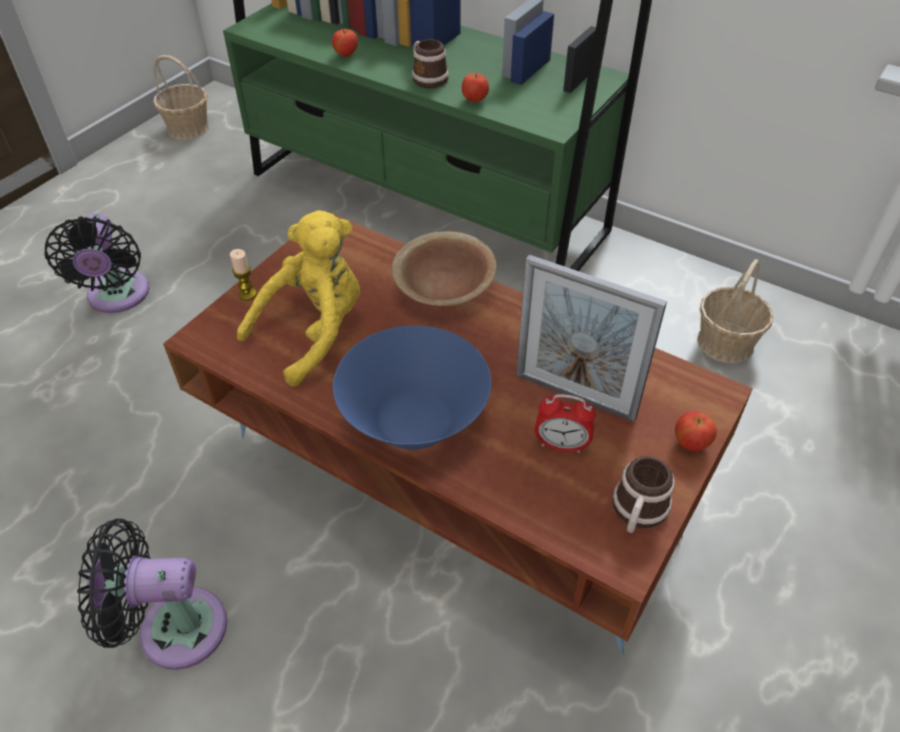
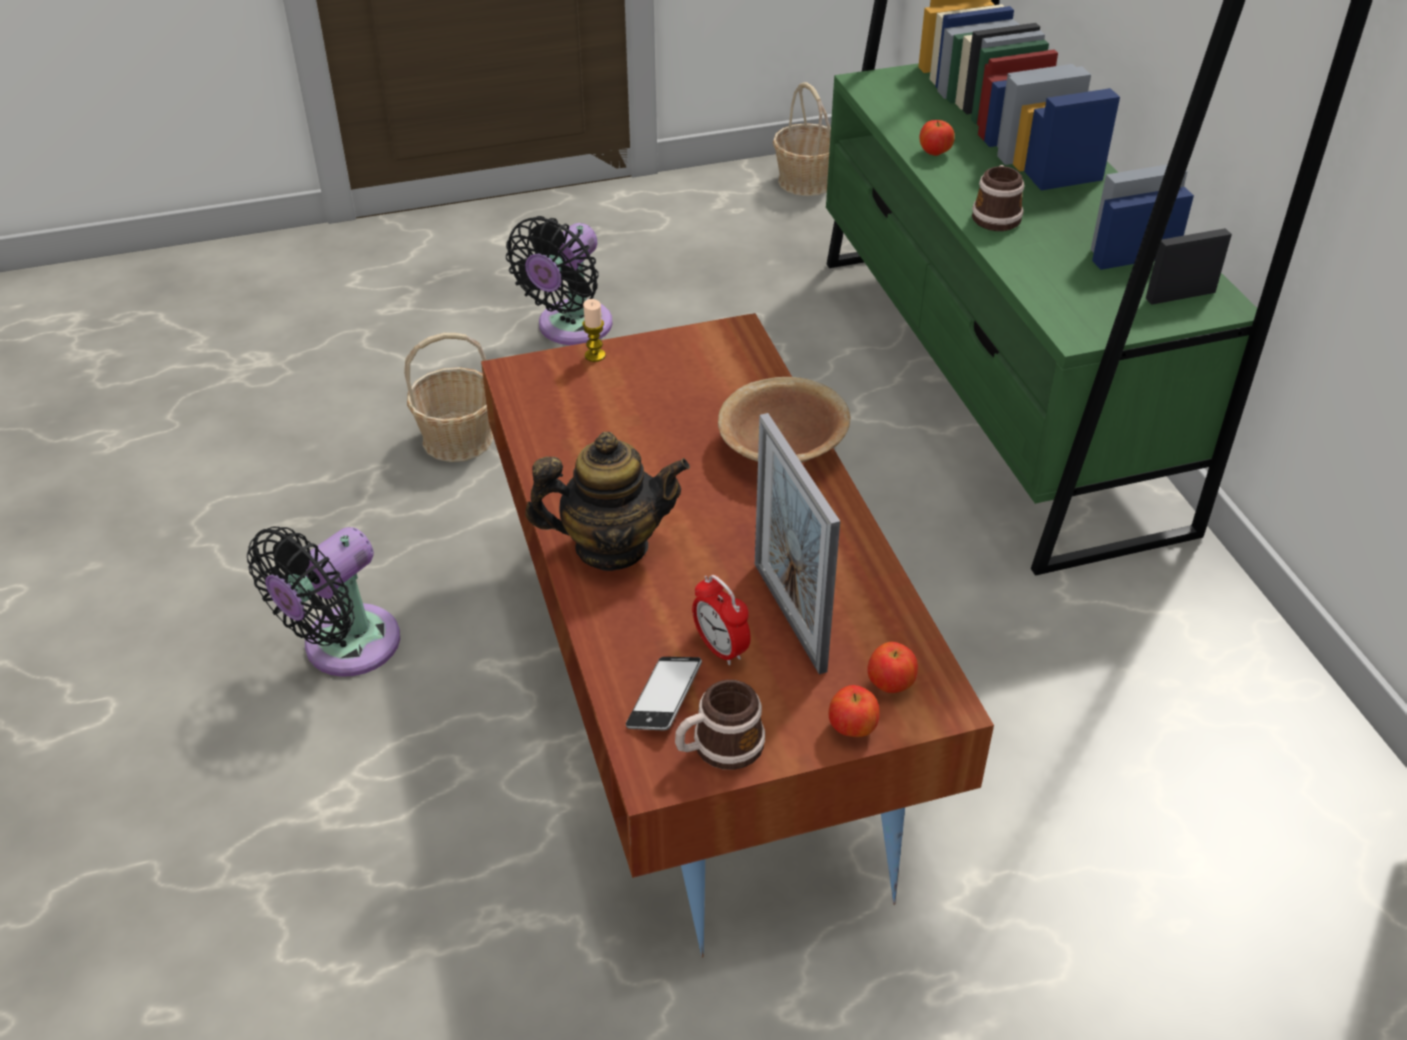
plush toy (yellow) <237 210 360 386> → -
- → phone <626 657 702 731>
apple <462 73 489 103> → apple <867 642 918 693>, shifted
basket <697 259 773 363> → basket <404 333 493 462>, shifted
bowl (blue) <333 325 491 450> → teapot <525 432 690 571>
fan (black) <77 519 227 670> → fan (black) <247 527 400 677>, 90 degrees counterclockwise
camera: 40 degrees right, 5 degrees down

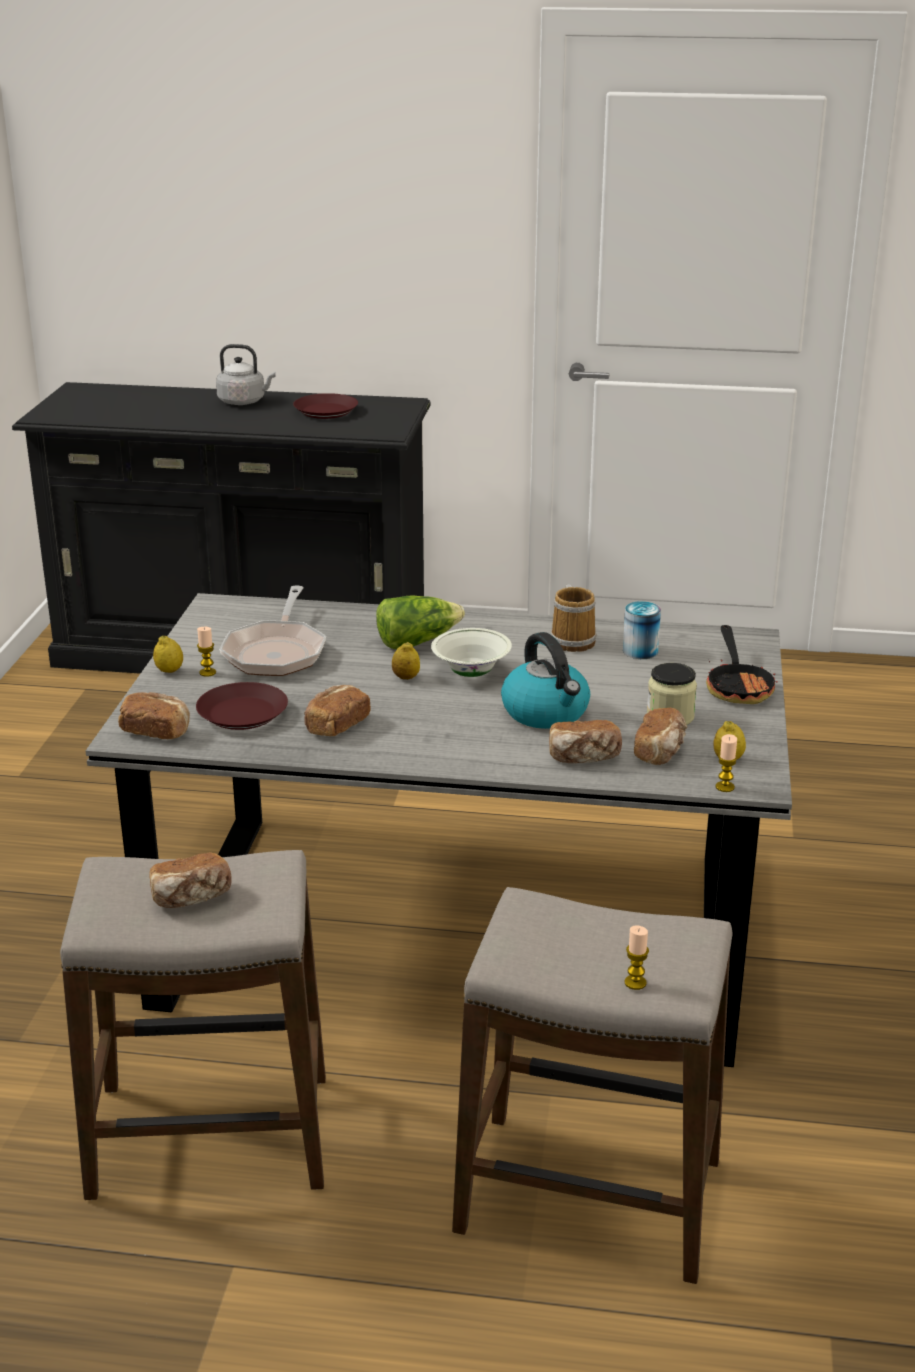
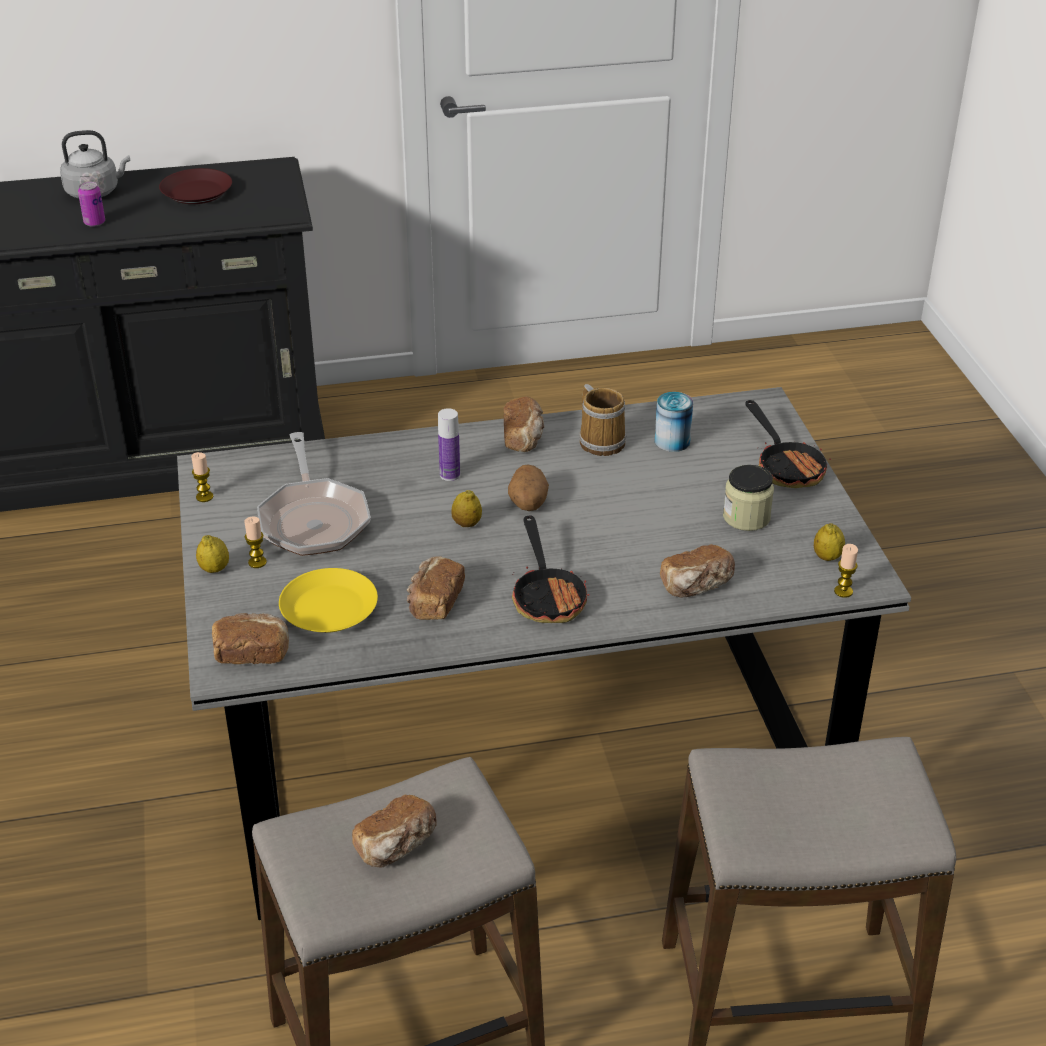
kettle <501 632 590 729> → -
- → can <78 182 105 227>
- → frying pan <512 515 589 623>
candle <624 925 649 990> → candle <191 452 213 502>, shifted
bread <634 708 687 765> → bread <503 397 544 452>, shifted
lettuce <376 595 465 649> → bottle <438 408 460 481>
bowl (white) <431 628 512 677> → potato <508 465 549 511>
plate (brown) <196 682 288 730> → plate (yellow) <279 568 378 633>
camera: 20 degrees left, 10 degrees up

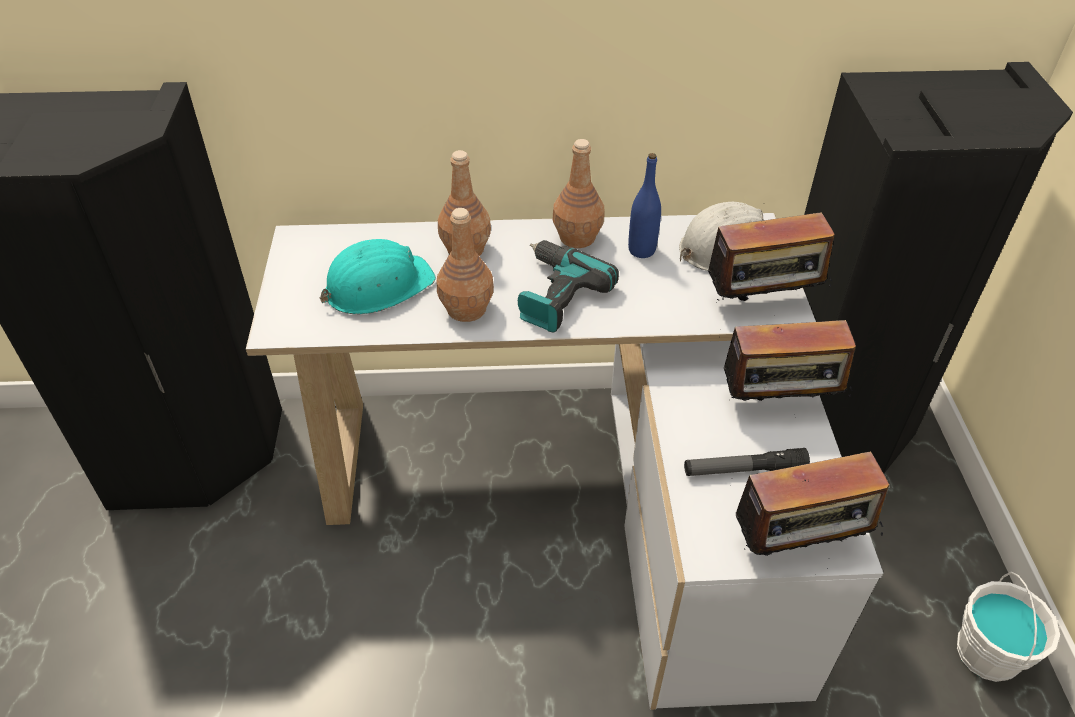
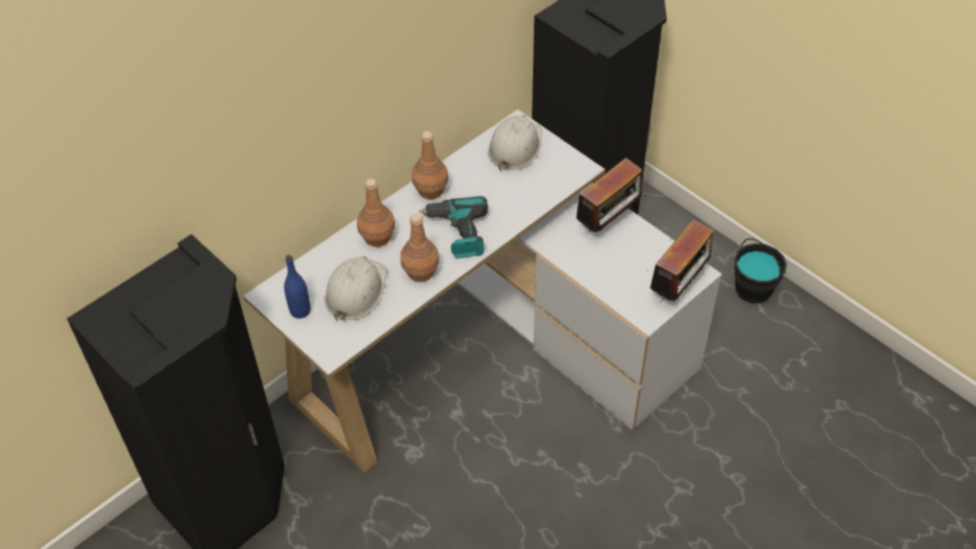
flashlight <684 448 810 476> → -
radio <704 212 835 310> → -
bottle (blue) <628 153 661 258> → bottle (blue) <284 255 310 318>, shifted
hard hat (turquoise) <319 239 436 314> → hard hat (white) <324 256 387 322>
bucket (white) <957 572 1060 682> → bucket (black) <734 238 787 304>
camera: 40 degrees left, 5 degrees up

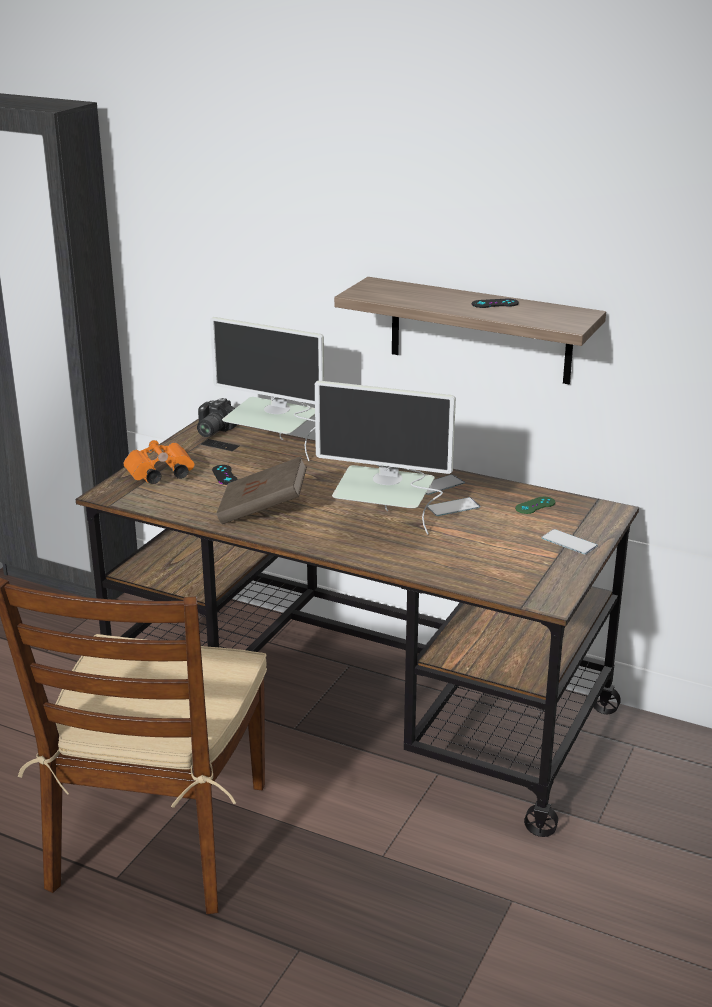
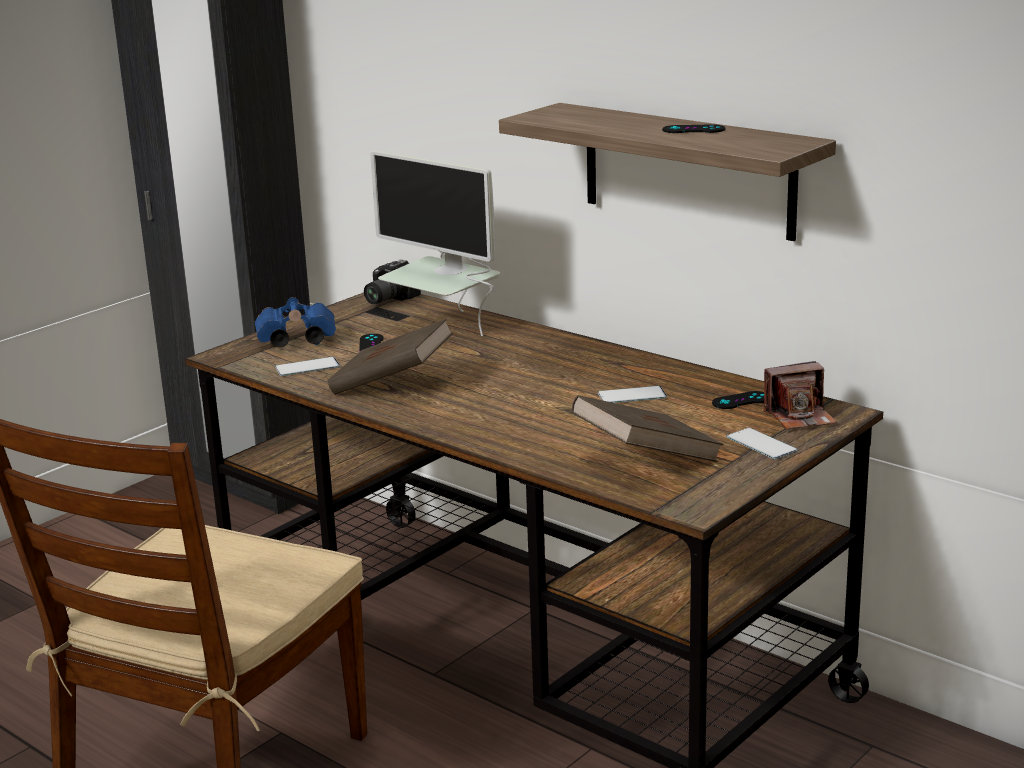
monitor <315 381 456 535> → -
- → book (brown) <572 395 723 462>
- → photo camera <764 361 837 429>
phone <426 475 465 495> → phone <275 357 340 376>, shifted
binoculars (orange) <123 440 194 484> → binoculars (blue) <255 297 336 347>
game controller (green) <515 497 555 514> → game controller (black) <712 391 764 409>
camera: 15 degrees right, 5 degrees down

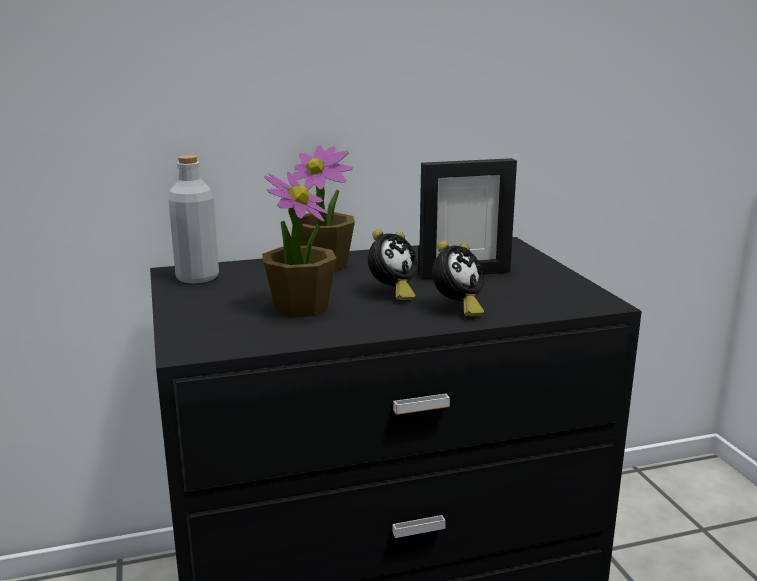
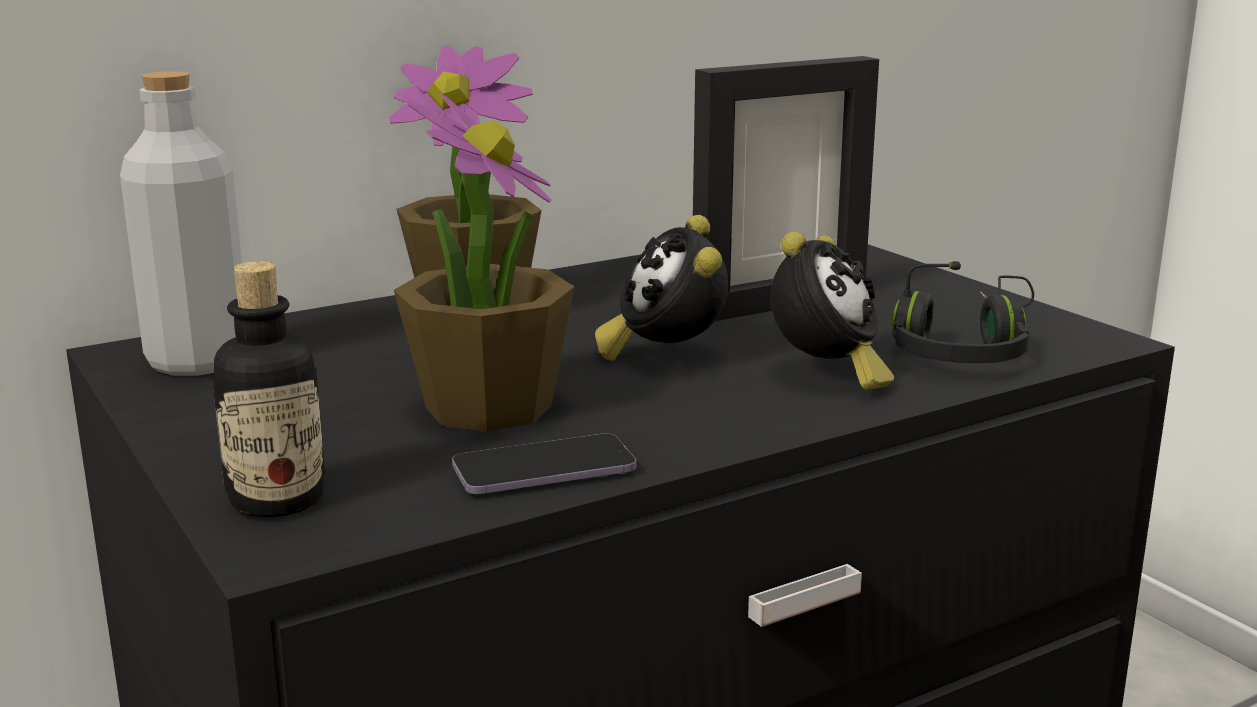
- → bottle <212 261 325 517>
- → phone <452 434 636 494>
- → headphones (black) <892 261 1034 363>
alarm clock <368 229 418 300> → alarm clock <595 215 728 361>, 135 degrees clockwise
camera: 15 degrees left, 0 degrees up

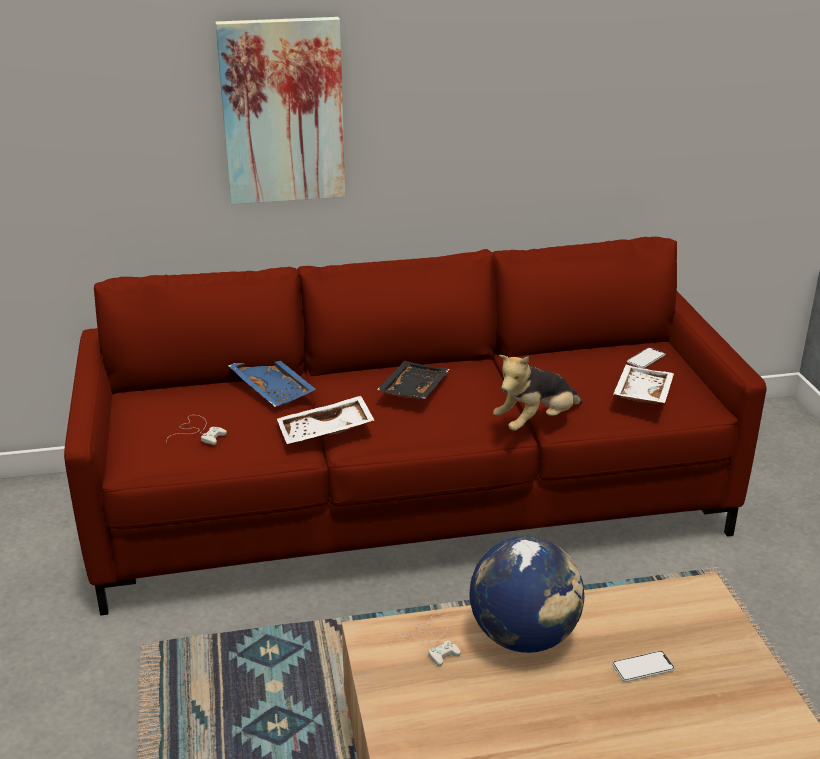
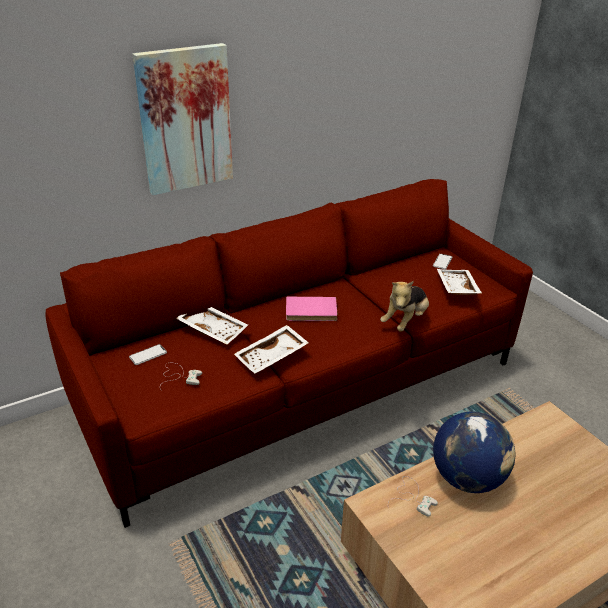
phone <612 651 675 682> → phone <129 344 167 365>, shifted
tray (black) <377 361 450 399> → book (pink) <286 297 337 321>
tray (blue) <228 361 316 407> → tray (white) <176 307 248 345>
camera: 20 degrees left, 5 degrees up

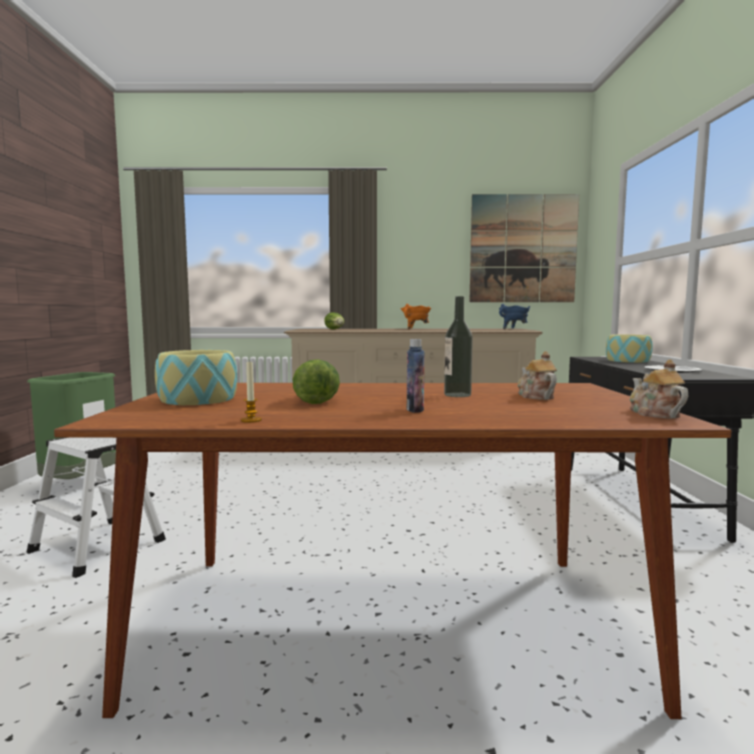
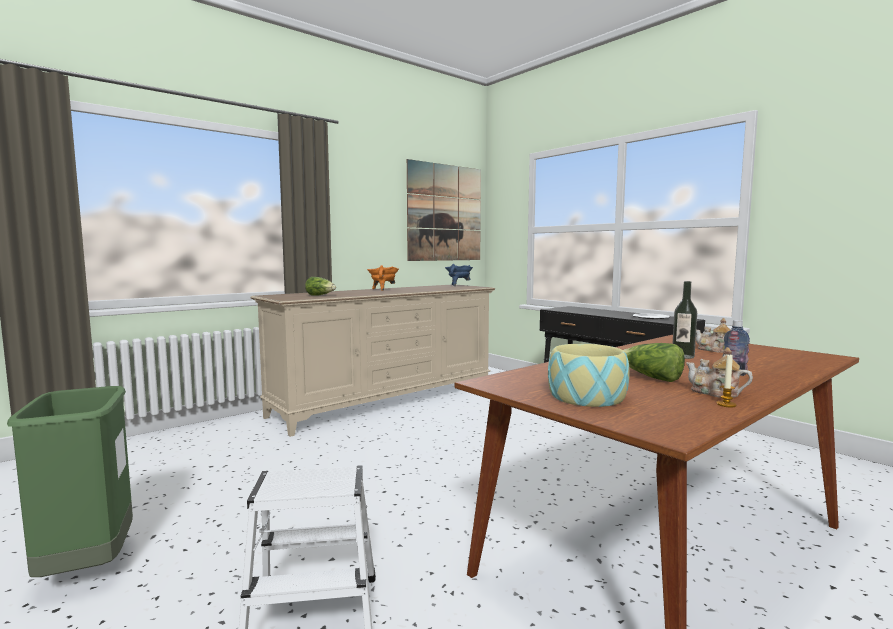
bowl <606 334 653 363> → -
teapot <630 360 688 418> → teapot <686 347 753 398>, shifted
camera: 40 degrees left, 0 degrees up

